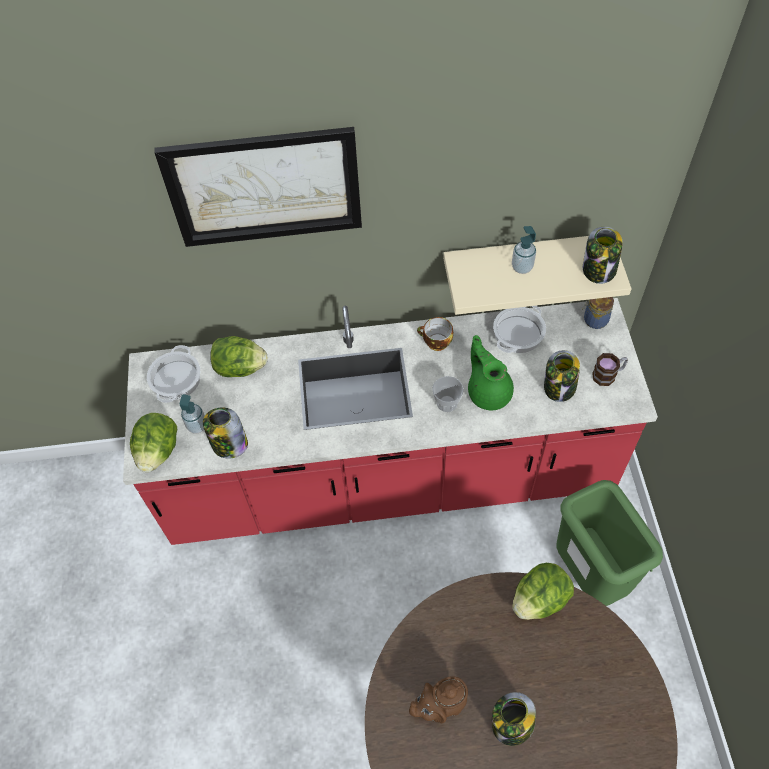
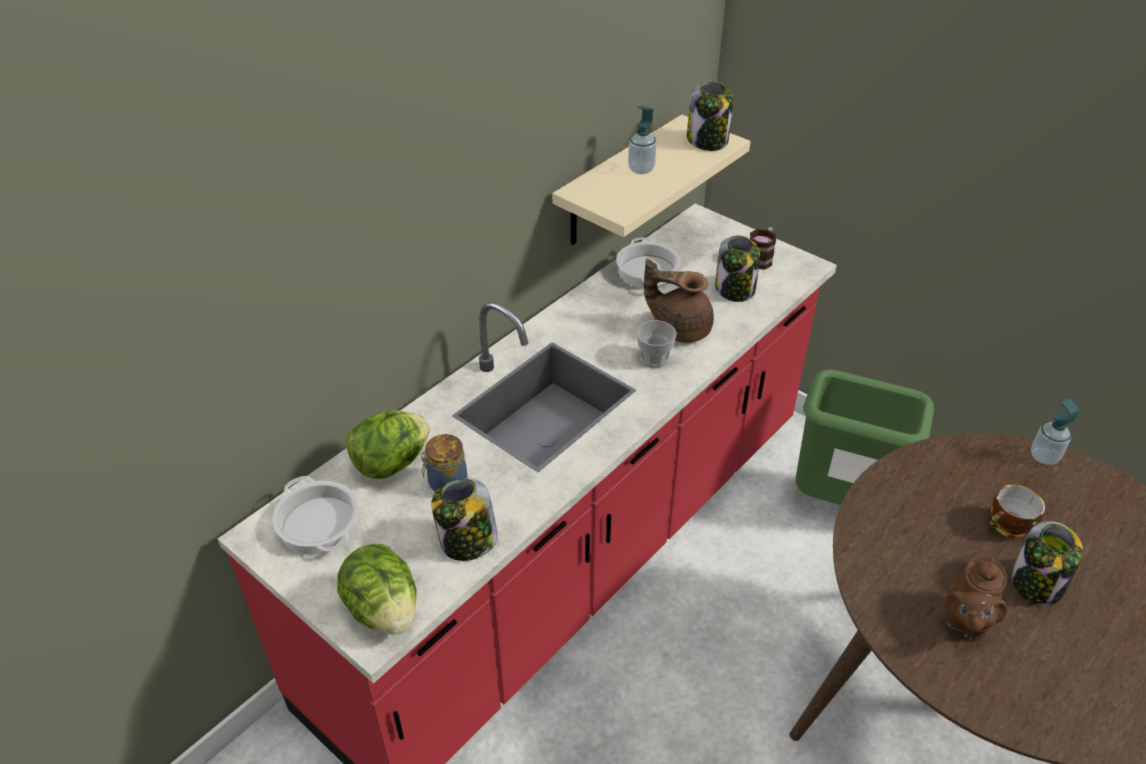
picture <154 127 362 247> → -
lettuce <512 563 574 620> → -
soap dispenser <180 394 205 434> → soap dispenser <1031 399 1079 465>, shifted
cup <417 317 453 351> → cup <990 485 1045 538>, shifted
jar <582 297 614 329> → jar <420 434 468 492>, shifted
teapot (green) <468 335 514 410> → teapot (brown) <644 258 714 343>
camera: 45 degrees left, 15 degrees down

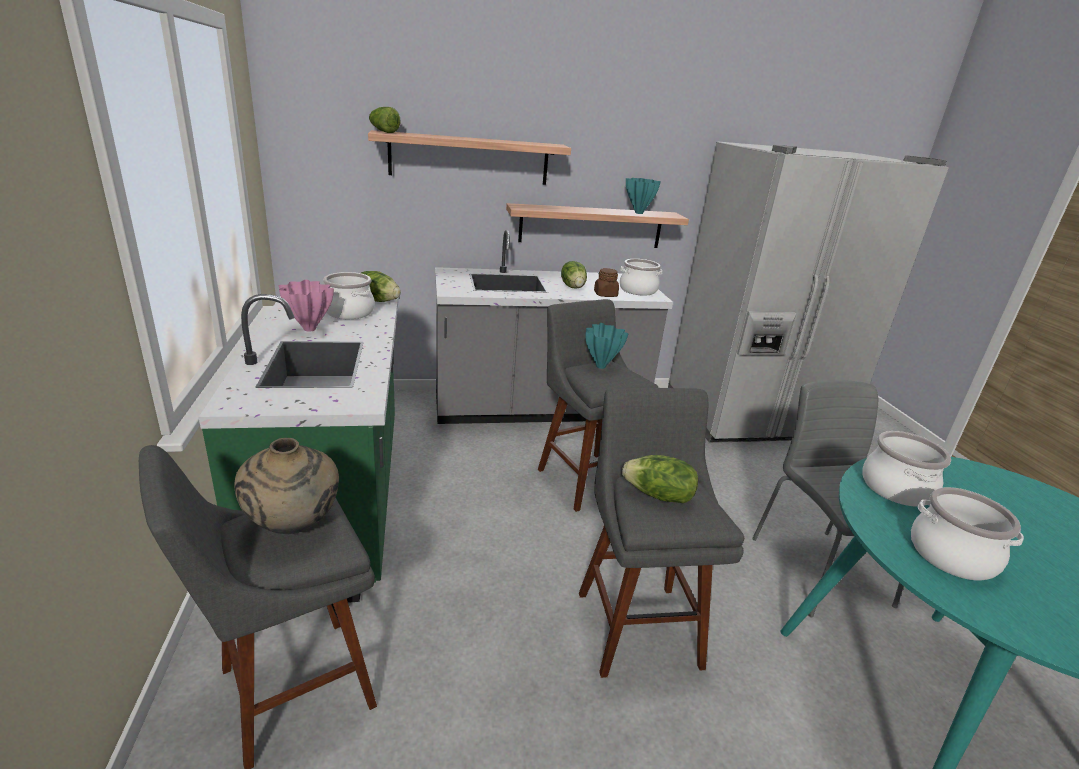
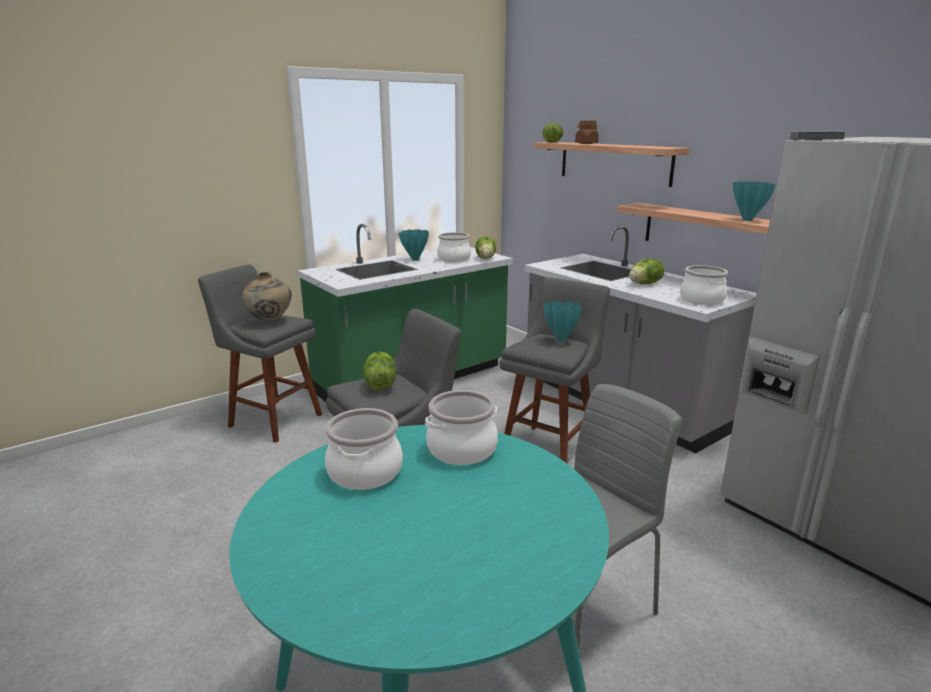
jar (brown) <594 268 619 297> → jar (brown) <575 121 599 144>, shifted
vase (pink) <278 280 334 332> → vase (turquoise) <399 229 429 261>
camera: 65 degrees right, 5 degrees down

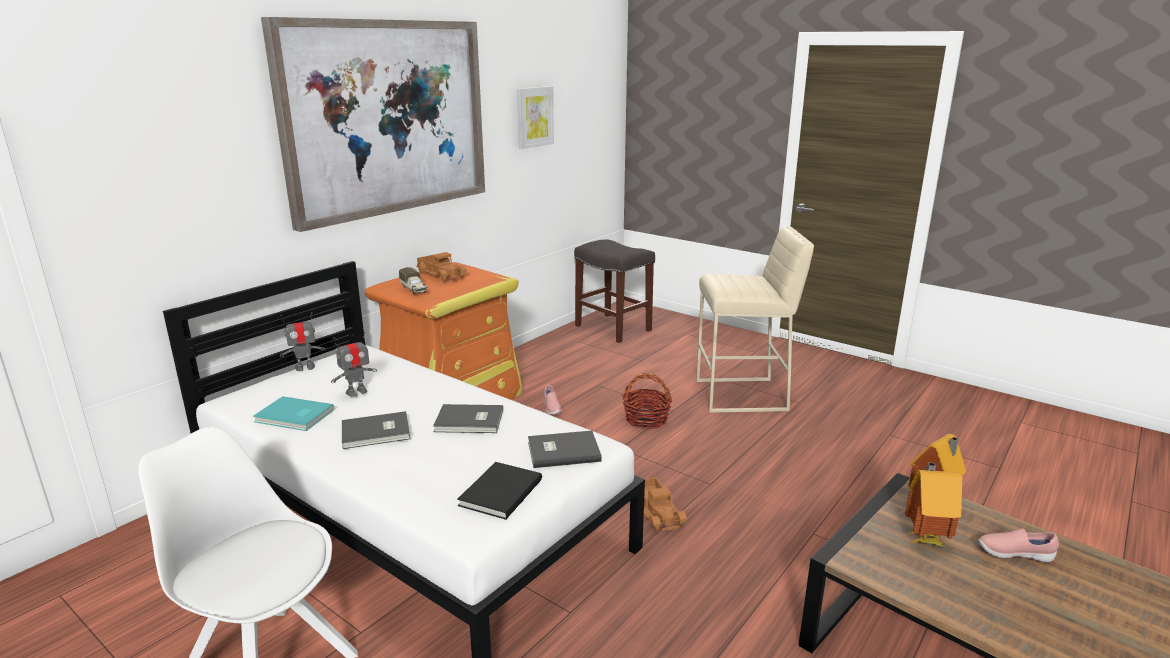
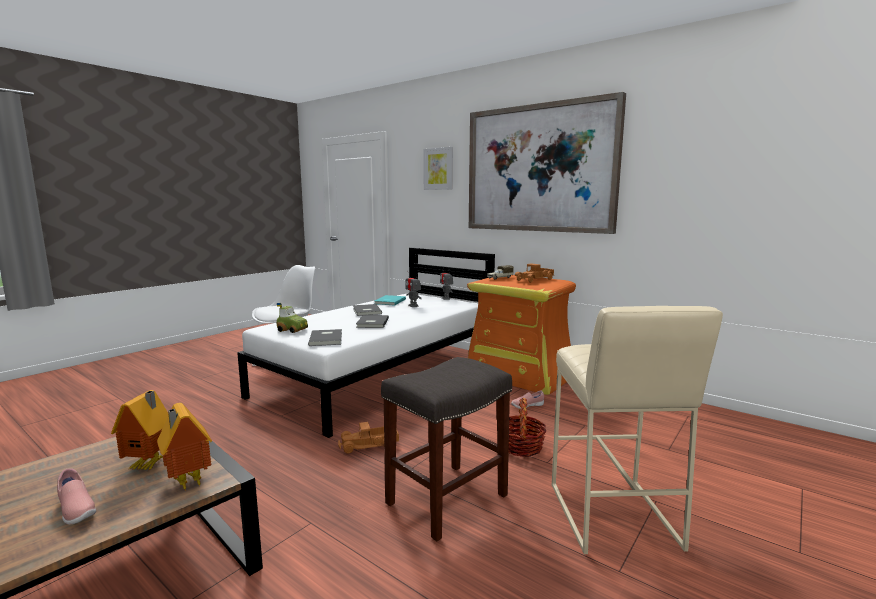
picture <517 86 554 149> → picture <423 147 453 190>, shifted
stool (grey) <574 240 655 343> → stool (grey) <381 357 512 542>, shifted
book (black) <457 462 542 520> → toy car <277 303 308 333>
shoe (pink) <978 528 1059 562> → shoe (pink) <57 468 96 525>, 120 degrees clockwise
camera: 90 degrees right, 10 degrees down

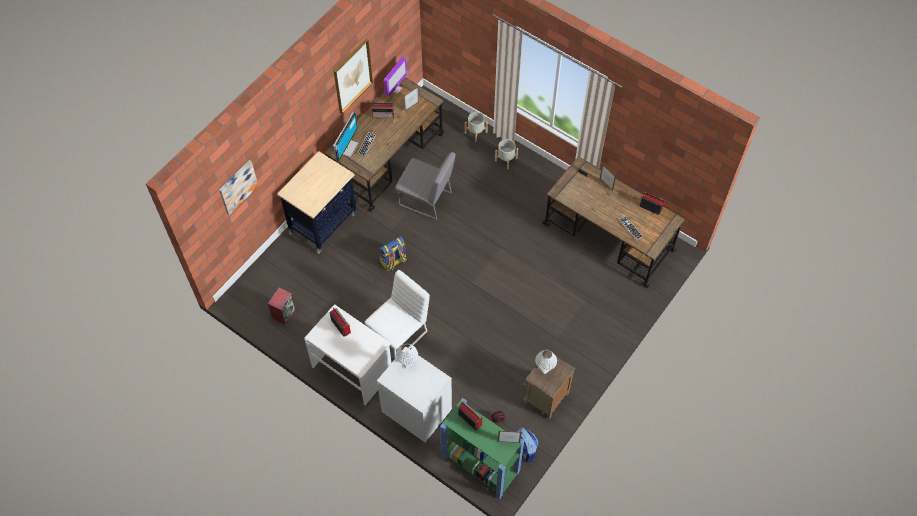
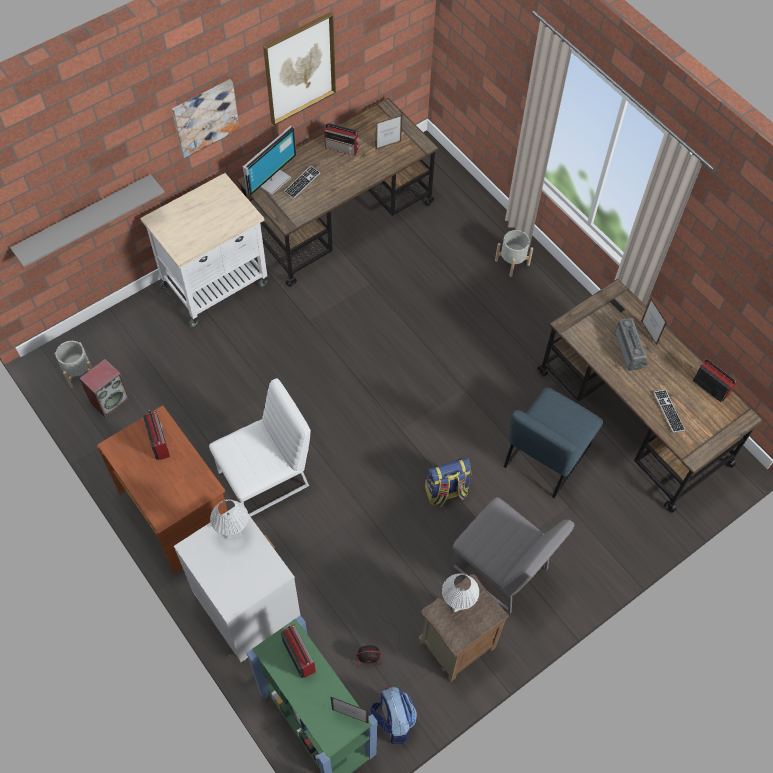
monitor <384 57 407 97> → -
- → shelf (grey) <10 174 165 267>
- → chair (blue) <504 387 603 498>
- → radio <615 318 648 371>
picture <219 160 258 215> → picture <172 79 240 158>, shifted
backpack <379 236 407 271> → backpack <425 458 471 507>, shifted
chair (grey) <395 152 456 220> → chair (grey) <452 497 574 613>, shifted
planter (grey) <465 112 488 142> → planter (grey) <55 341 92 389>, shifted
cart (blue) <277 151 357 254> → cart (white) <140 173 268 327>
desk (white) <304 304 391 405> → desk (brown) <97 405 228 574>
camera: 15 degrees right, 0 degrees up

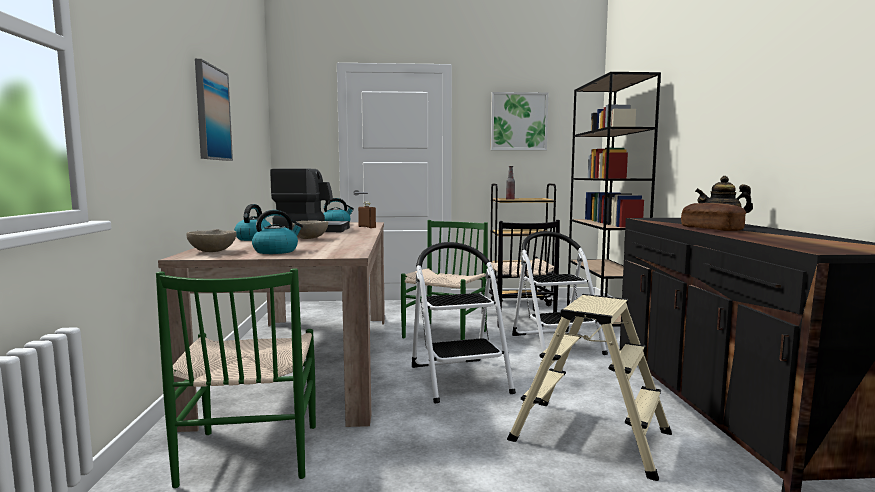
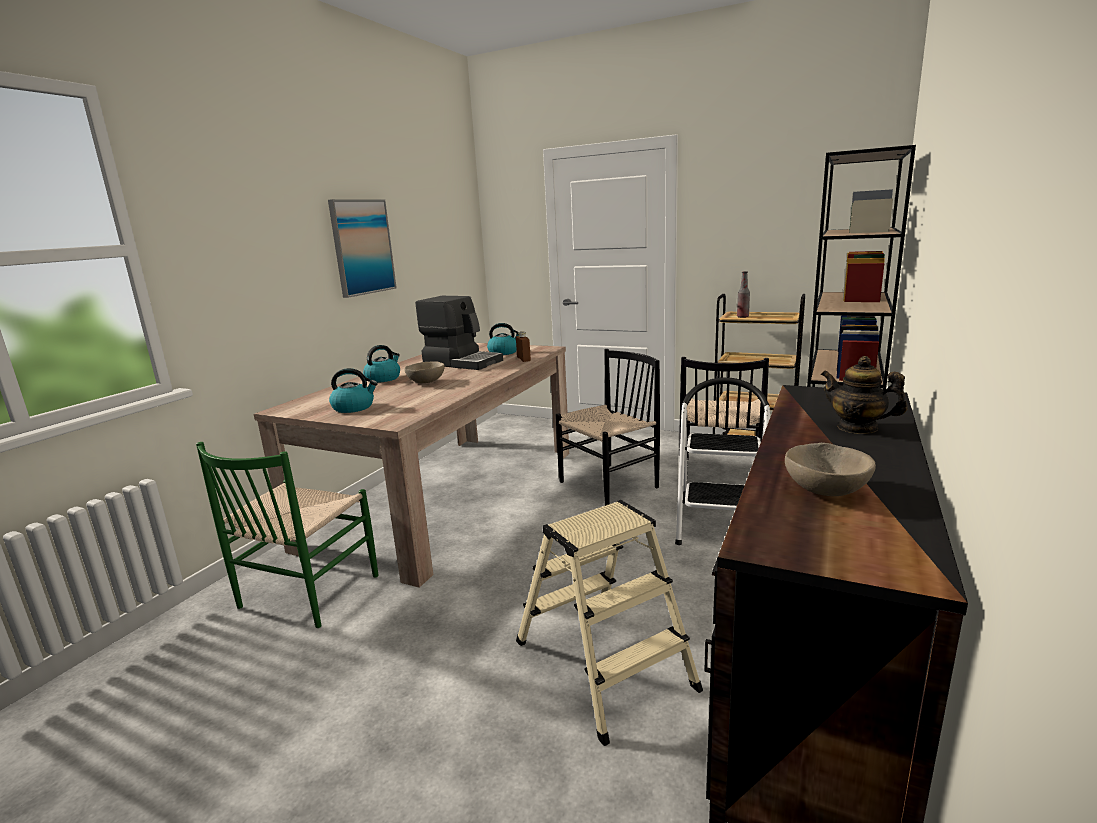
step ladder <412 242 516 403> → -
picture <491 92 548 150> → -
bread <681 203 746 231> → -
bowl (beige) <186 229 236 252> → bowl (beige) <785 443 876 496>, shifted
chair (green) <401 220 488 340> → chair (black) <556 349 660 506>
camera: 30 degrees right, 10 degrees up

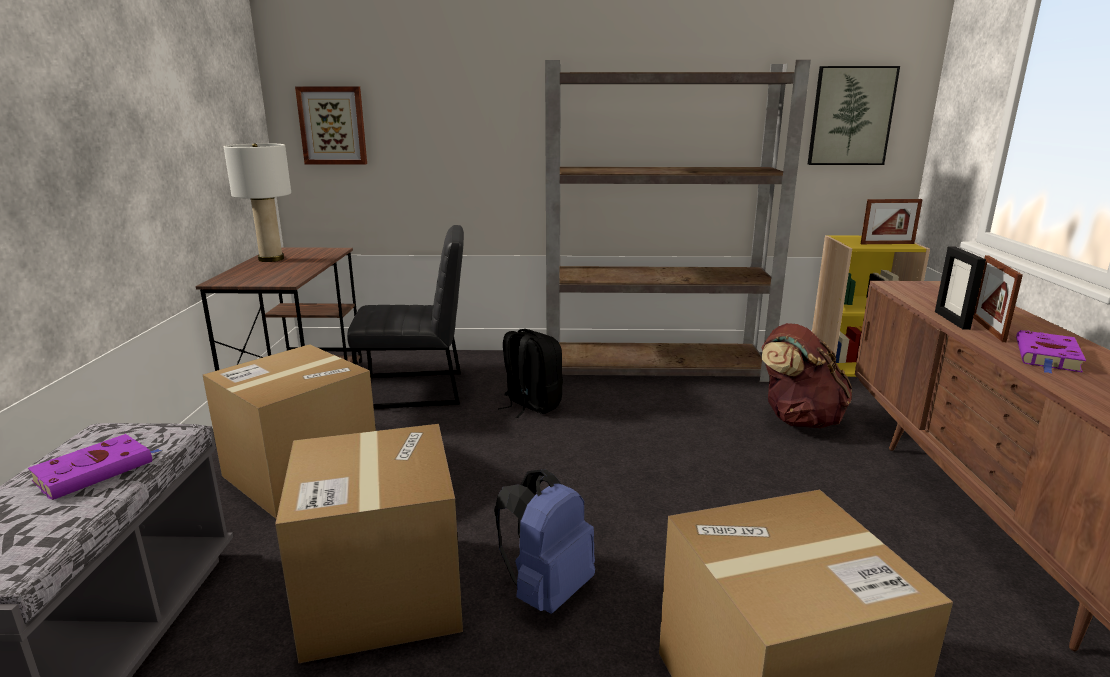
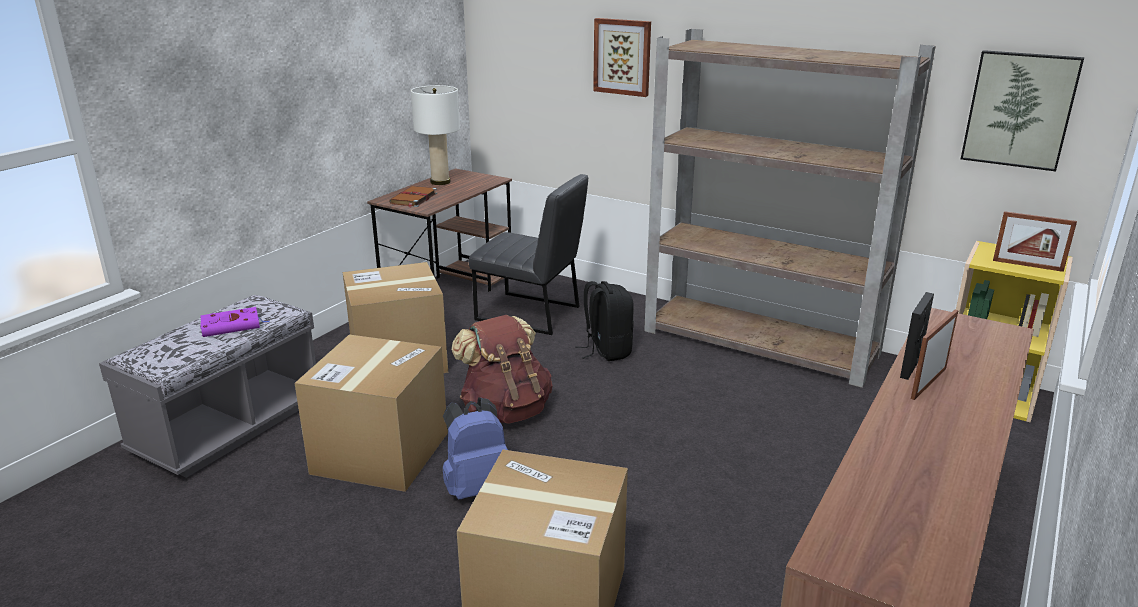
book (purple) <1016 330 1086 374> → -
- → book (brown) <389 186 437 208>
picture <295 86 367 165> → picture <593 18 651 97>, shifted
backpack (brown) <761 323 852 428> → backpack (brown) <451 315 552 424>, shifted
camera: 30 degrees right, 5 degrees up

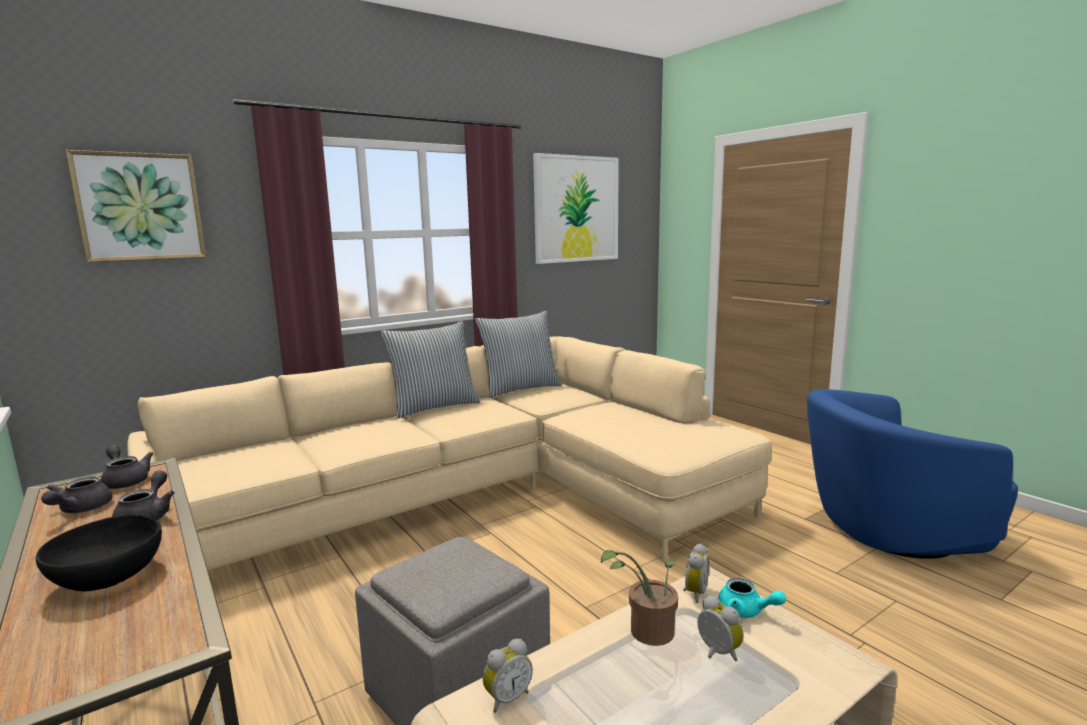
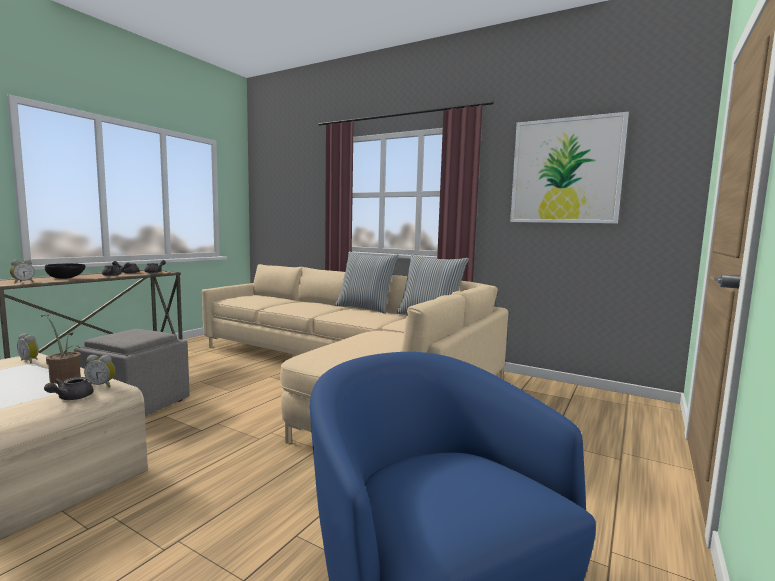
picture <65 150 206 262> → -
alarm clock <697 595 744 661> → alarm clock <10 259 35 283>, shifted
teapot (turquoise) <718 577 786 618> → teapot (grey) <44 377 94 400>
camera: 65 degrees right, 5 degrees down

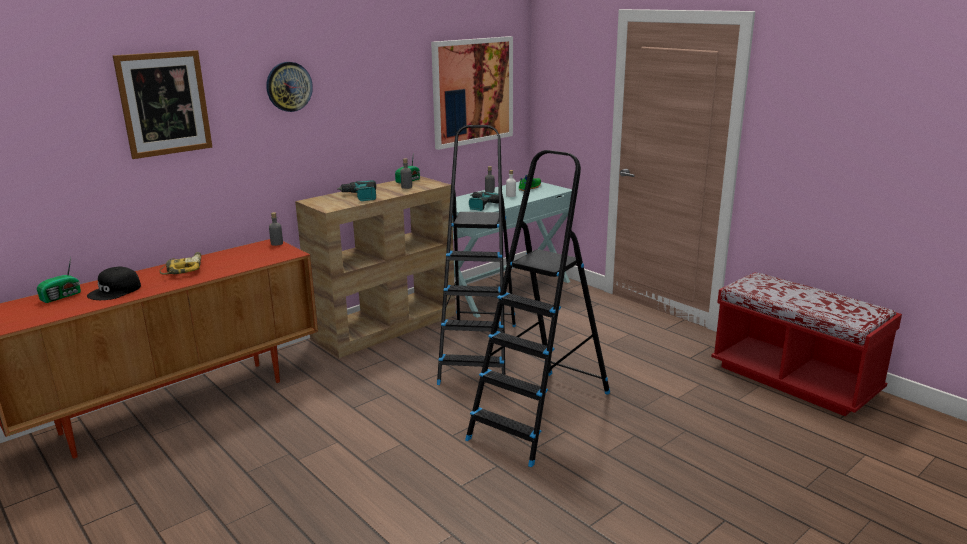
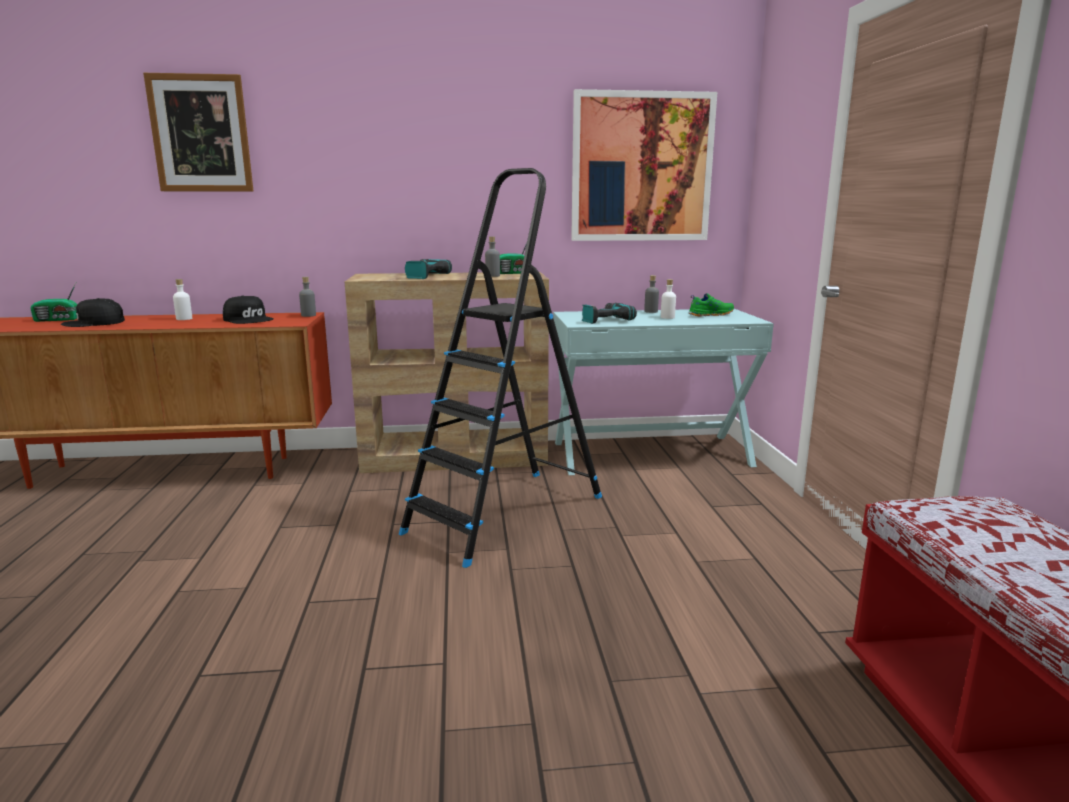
wall clock <266 62 313 112> → -
step ladder (black) <465 150 610 467> → -
- → cap (black) <223 295 273 324>
power drill <160 252 201 275> → bottle (white) <173 279 192 320>
camera: 35 degrees right, 5 degrees down

